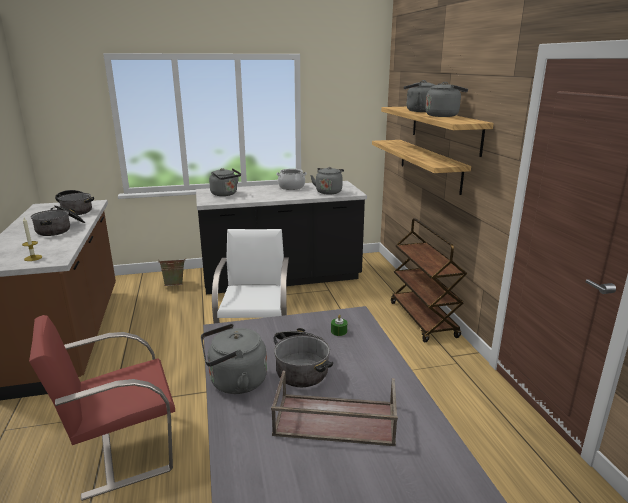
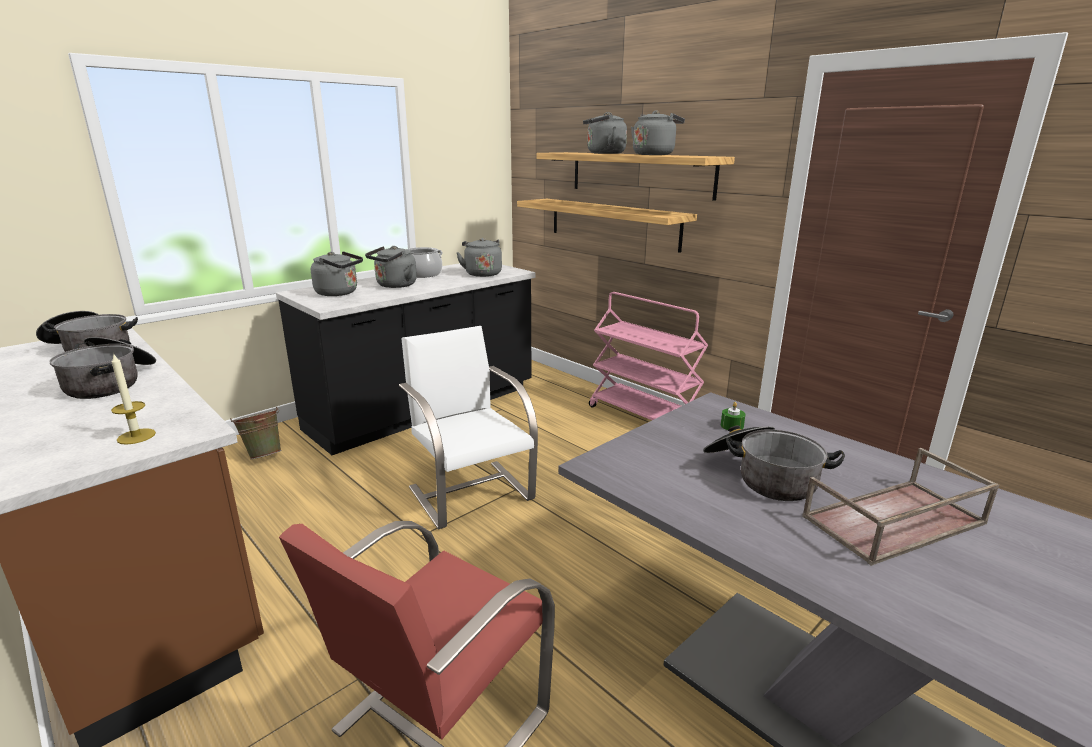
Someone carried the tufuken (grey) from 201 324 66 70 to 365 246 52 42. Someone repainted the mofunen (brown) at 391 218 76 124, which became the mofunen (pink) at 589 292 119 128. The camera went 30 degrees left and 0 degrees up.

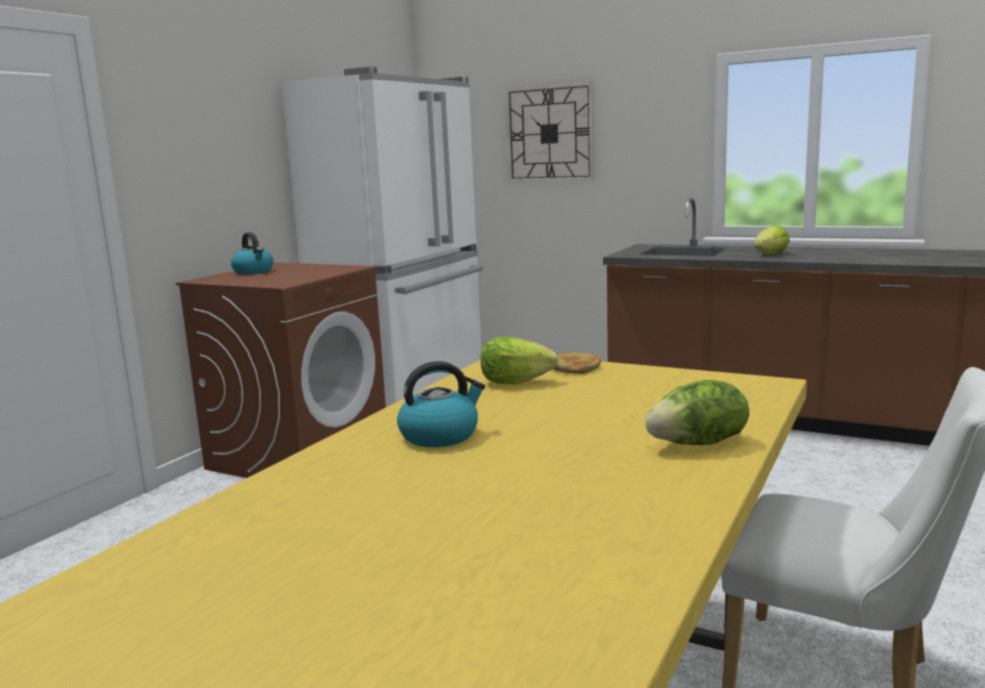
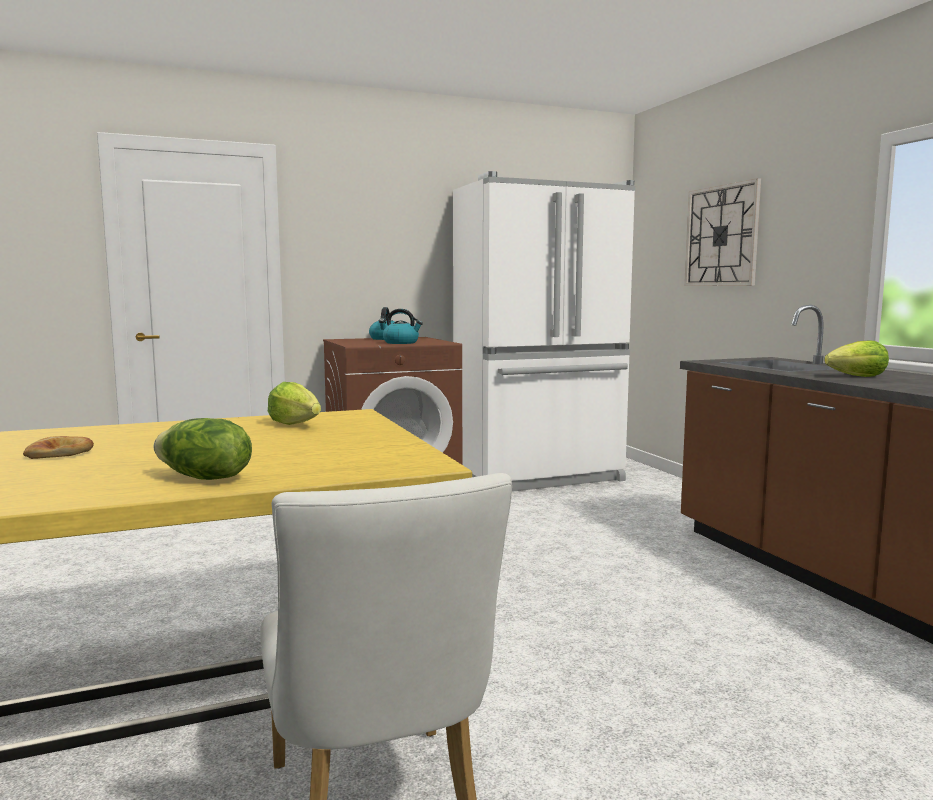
Someone carried the tufuken from 397 361 88 86 to 383 309 40 35. Someone carried the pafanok from 553 352 48 22 to 23 436 71 23. The camera went 40 degrees right and 5 degrees down.

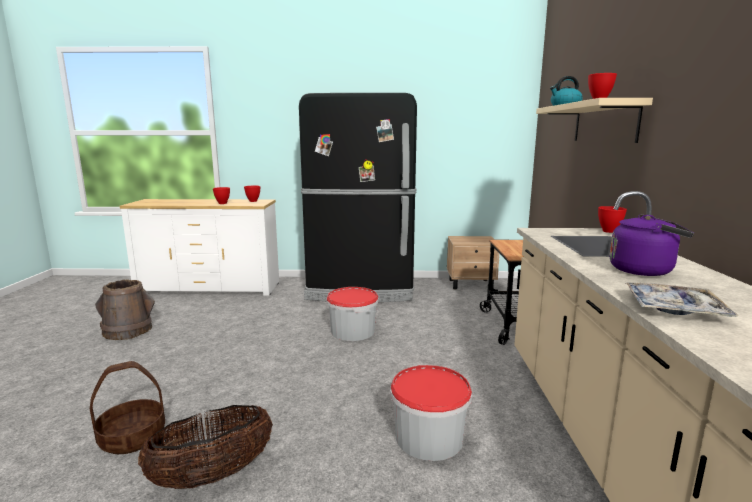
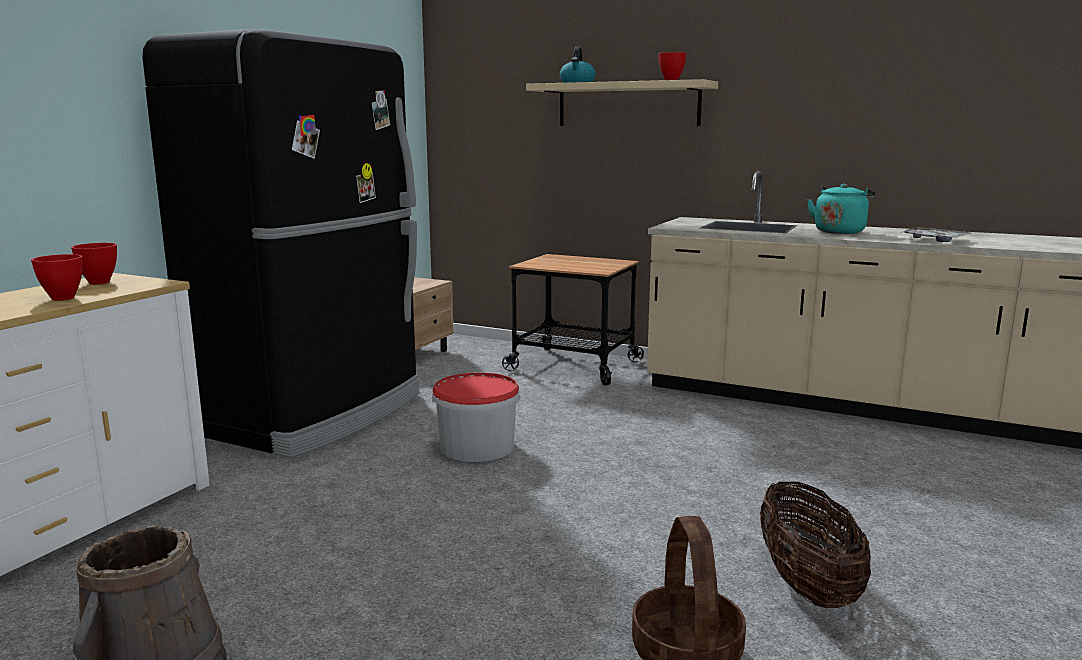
Someone took away the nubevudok at 390 365 82 96. Someone took away the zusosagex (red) at 598 206 29 27. Someone repainted the tufuken (purple) at 610 214 84 62, which became the tufuken (turquoise) at 807 184 68 50. The camera went 65 degrees left and 0 degrees up.

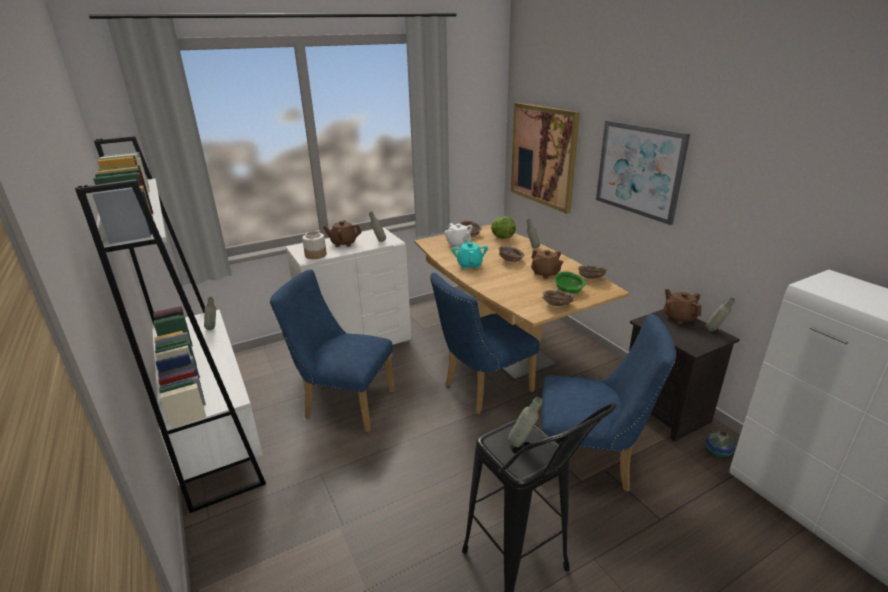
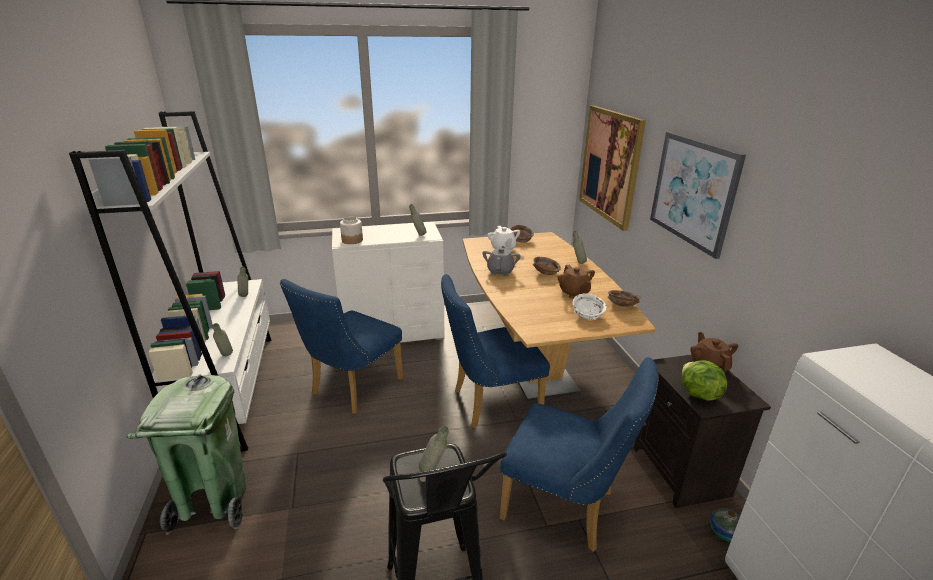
Someone took away the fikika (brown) at 323 220 38 27. Someone took away the zusosagex (brown) at 542 290 33 16. Someone put down the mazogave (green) at 127 374 120 161. Someone carried the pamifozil from 491 216 25 23 to 682 360 45 41. Someone carried the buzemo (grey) from 706 297 29 35 to 213 323 20 33. Someone repainted the fikika (turquoise) at 452 241 36 28, which became the fikika (grey) at 482 246 39 30. Someone repainted the zusosagex (green) at 555 271 30 23, which became the zusosagex (white) at 573 293 34 27. Someone rotated the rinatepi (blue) at 270 269 125 163 by 90 degrees counterclockwise. The camera went 15 degrees right and 0 degrees up.

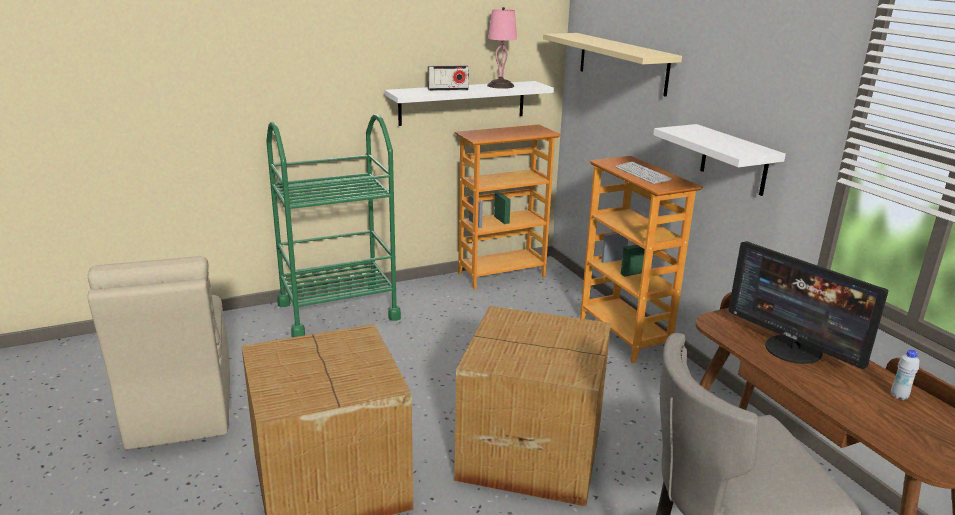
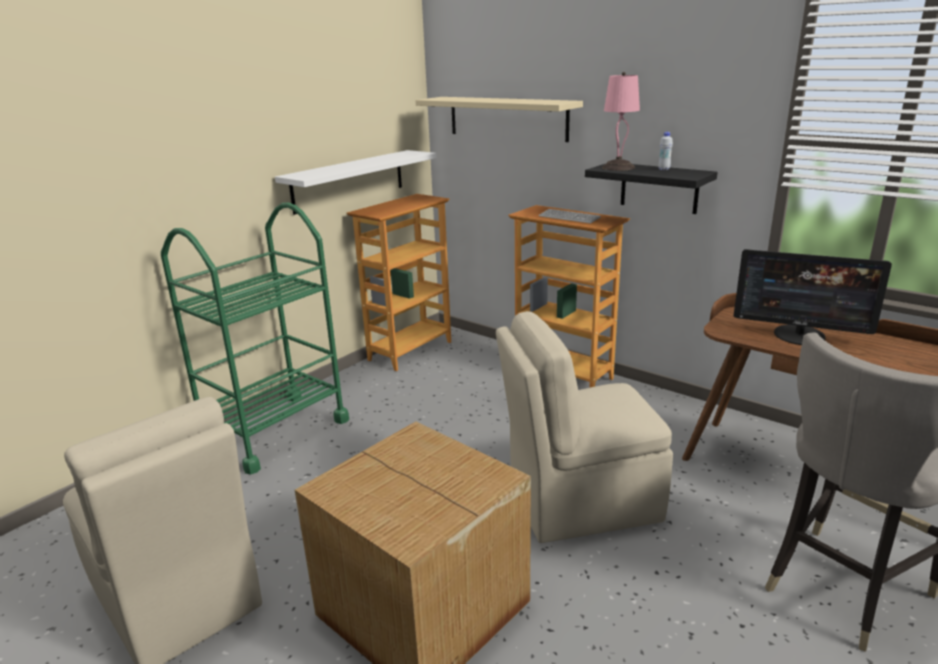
Someone took away the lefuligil at 428 66 41 25. Someone carried the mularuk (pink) from 487 7 30 82 to 602 72 38 99. Someone carried the buzemo (white) from 891 350 29 50 to 658 132 15 38. Someone swapped the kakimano at 455 306 156 201 for the rinatepi (beige) at 496 311 177 232. Someone repainted the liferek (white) at 653 124 133 72, which became the liferek (black) at 585 164 133 50. The camera went 25 degrees left and 0 degrees up.

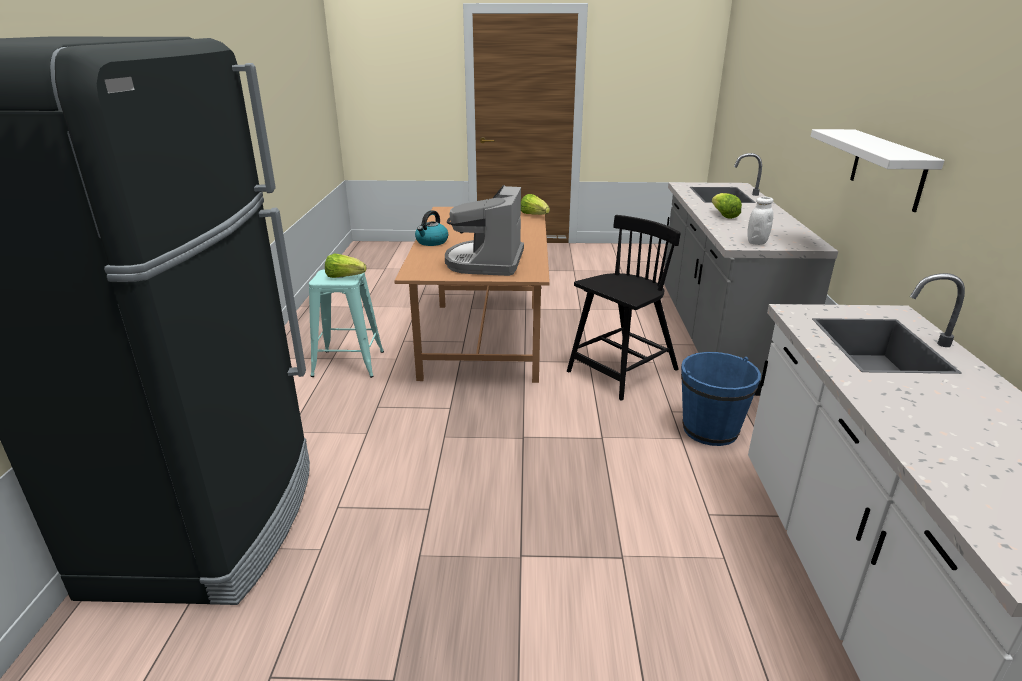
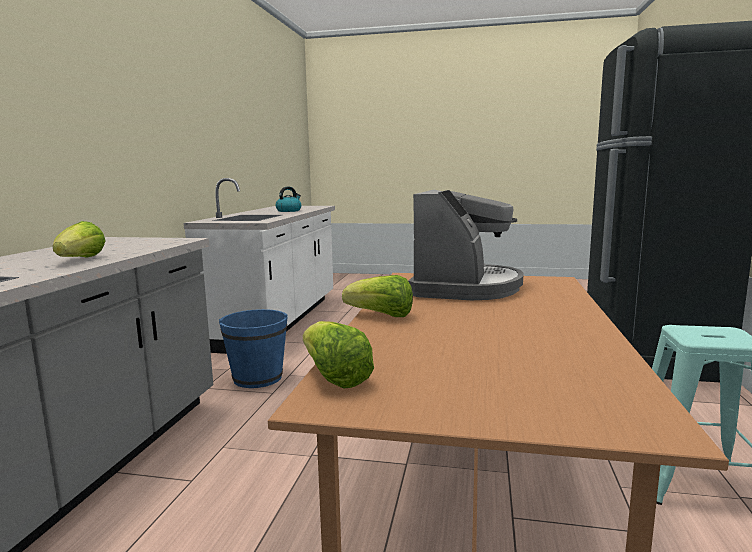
Someone took away the rinatepi (black) at 567 215 114 185. Someone took away the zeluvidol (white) at 748 197 26 48. Someone took away the liferek (white) at 811 129 134 83. Someone carried the pamifozil from 325 253 41 25 to 342 275 71 42. Someone carried the tufuken from 415 210 33 36 to 276 187 25 25. The camera went 170 degrees left and 15 degrees down.

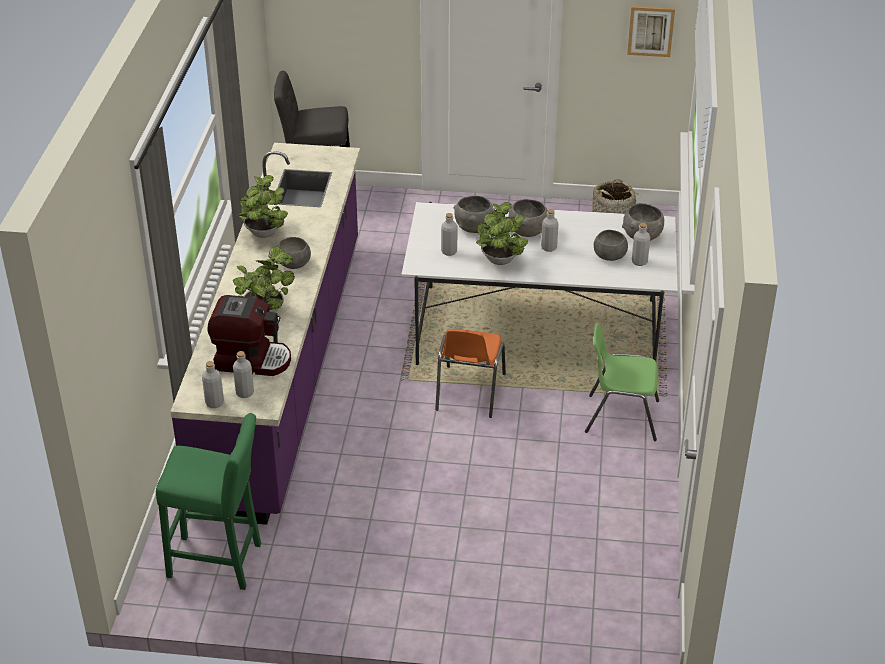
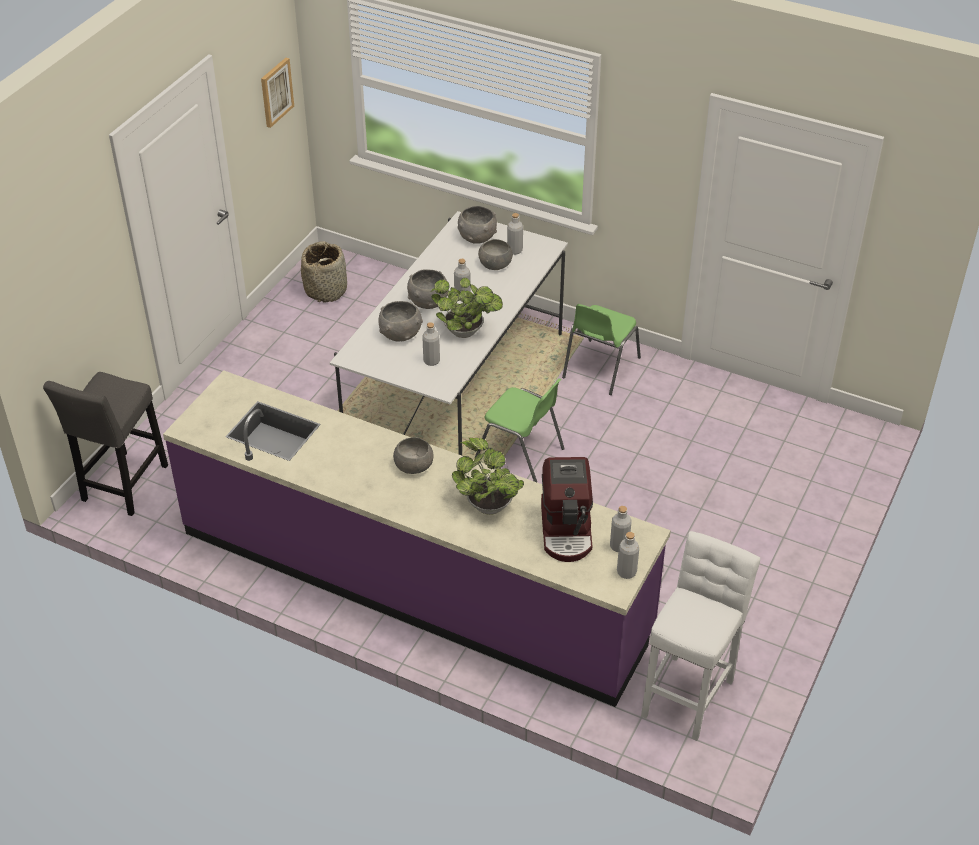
Someone took away the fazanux at 238 175 50 63. Someone repainted the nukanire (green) at 156 413 105 177, which became the nukanire (white) at 641 531 119 210. Someone repainted the rinatepi (orange) at 435 329 71 89, which became the rinatepi (green) at 475 378 90 104. Someone rotated the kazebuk at 208 295 83 81 by 150 degrees clockwise. The camera went 70 degrees left and 5 degrees up.

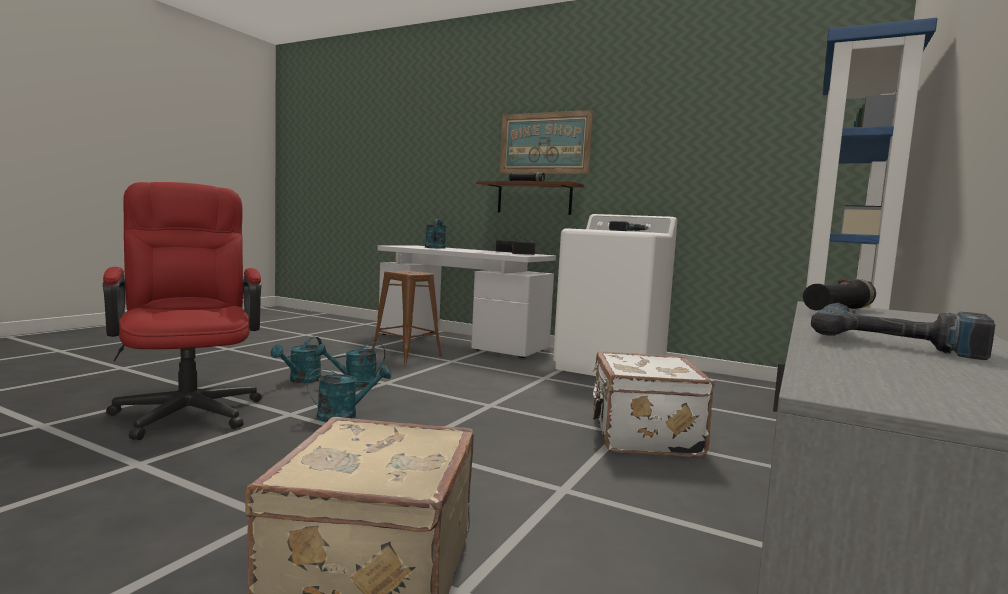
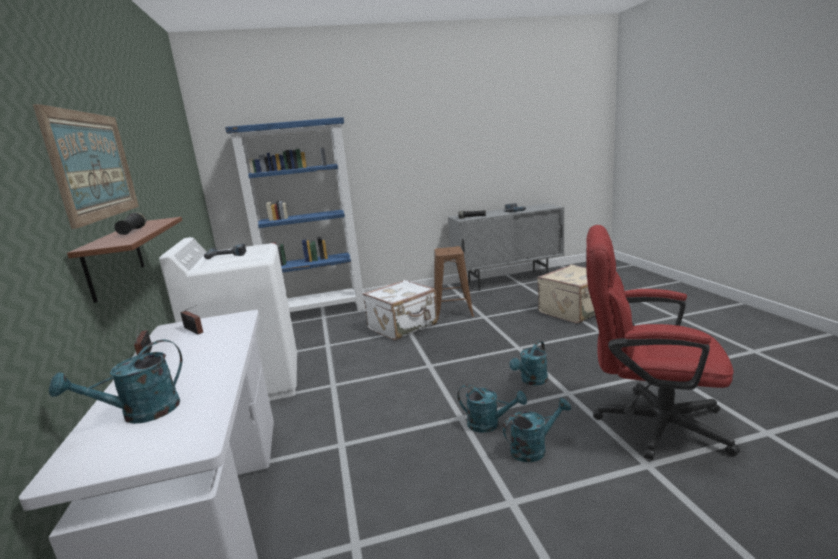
Someone carried the nukanire (brown) from 372 270 70 93 to 434 246 40 74. Someone rotated the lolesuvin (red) at 103 182 159 258 by 90 degrees clockwise. Someone rotated the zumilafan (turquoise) at 307 365 84 57 by 75 degrees counterclockwise. The camera went 130 degrees left and 10 degrees up.

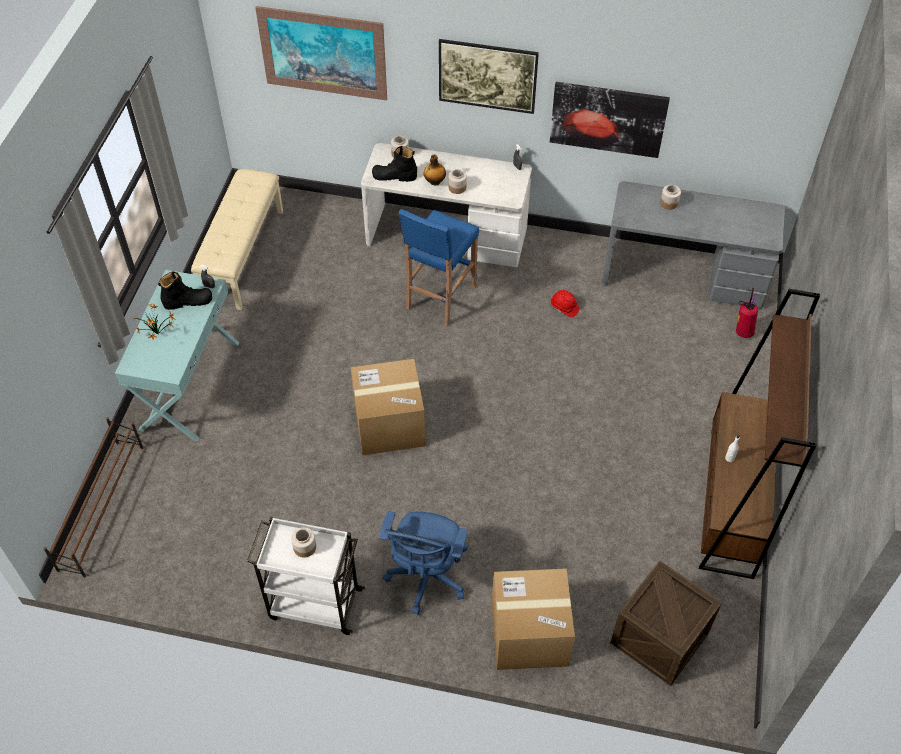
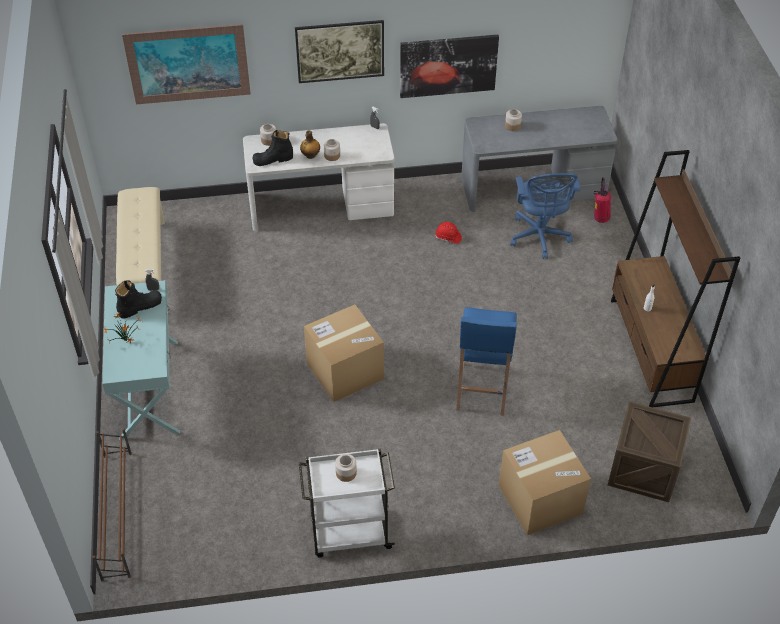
Someone carried the lolesuvin (blue) from 379 511 89 104 to 510 173 71 86. Someone carried the nukanire (blue) from 399 209 80 117 to 456 307 61 109. The camera went 20 degrees left and 5 degrees down.

